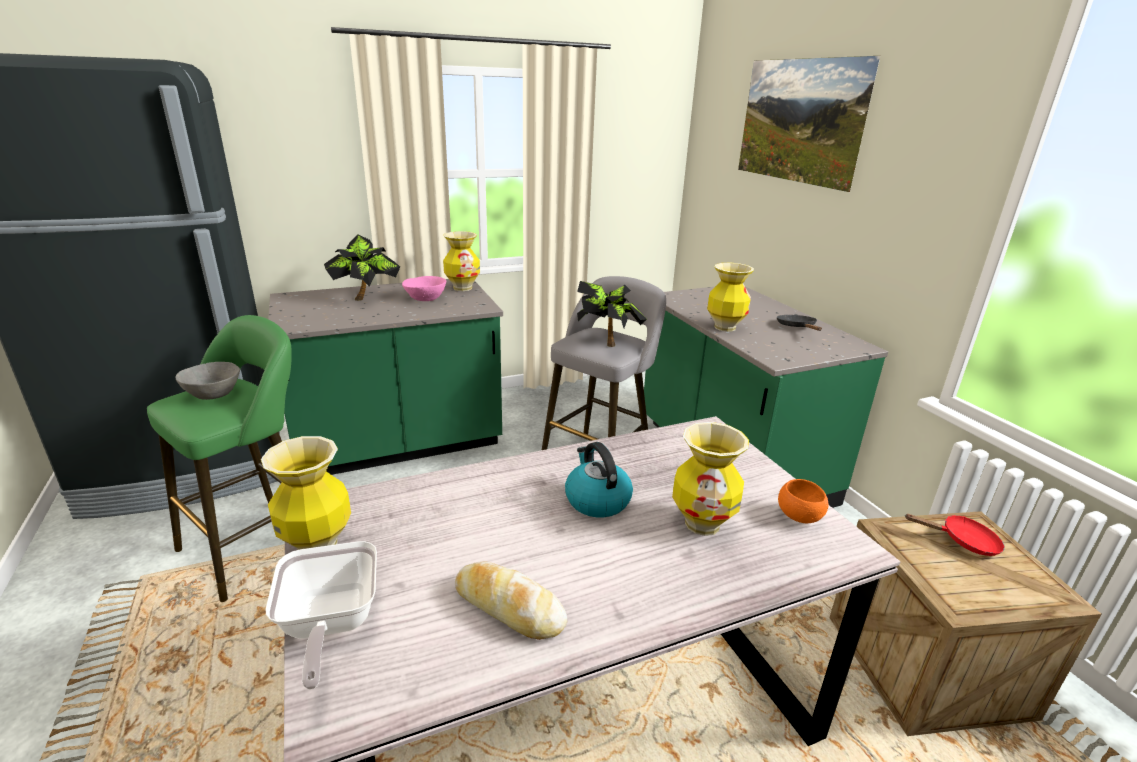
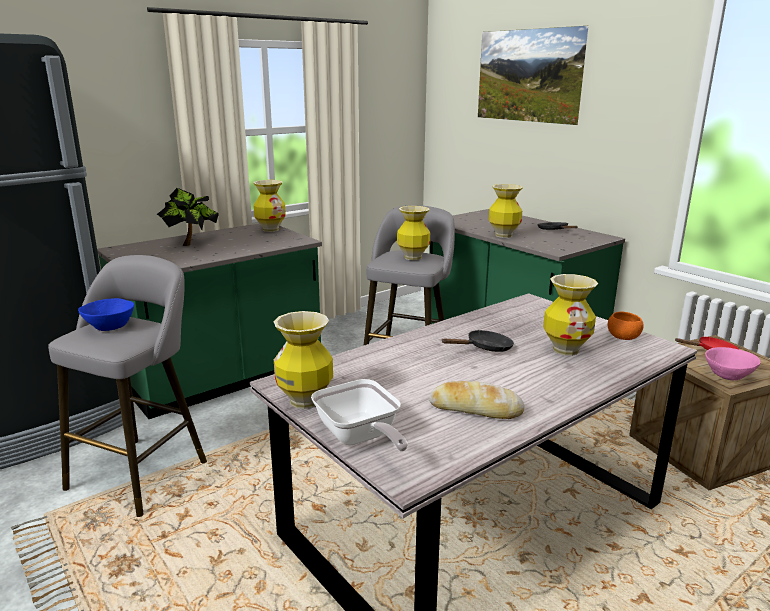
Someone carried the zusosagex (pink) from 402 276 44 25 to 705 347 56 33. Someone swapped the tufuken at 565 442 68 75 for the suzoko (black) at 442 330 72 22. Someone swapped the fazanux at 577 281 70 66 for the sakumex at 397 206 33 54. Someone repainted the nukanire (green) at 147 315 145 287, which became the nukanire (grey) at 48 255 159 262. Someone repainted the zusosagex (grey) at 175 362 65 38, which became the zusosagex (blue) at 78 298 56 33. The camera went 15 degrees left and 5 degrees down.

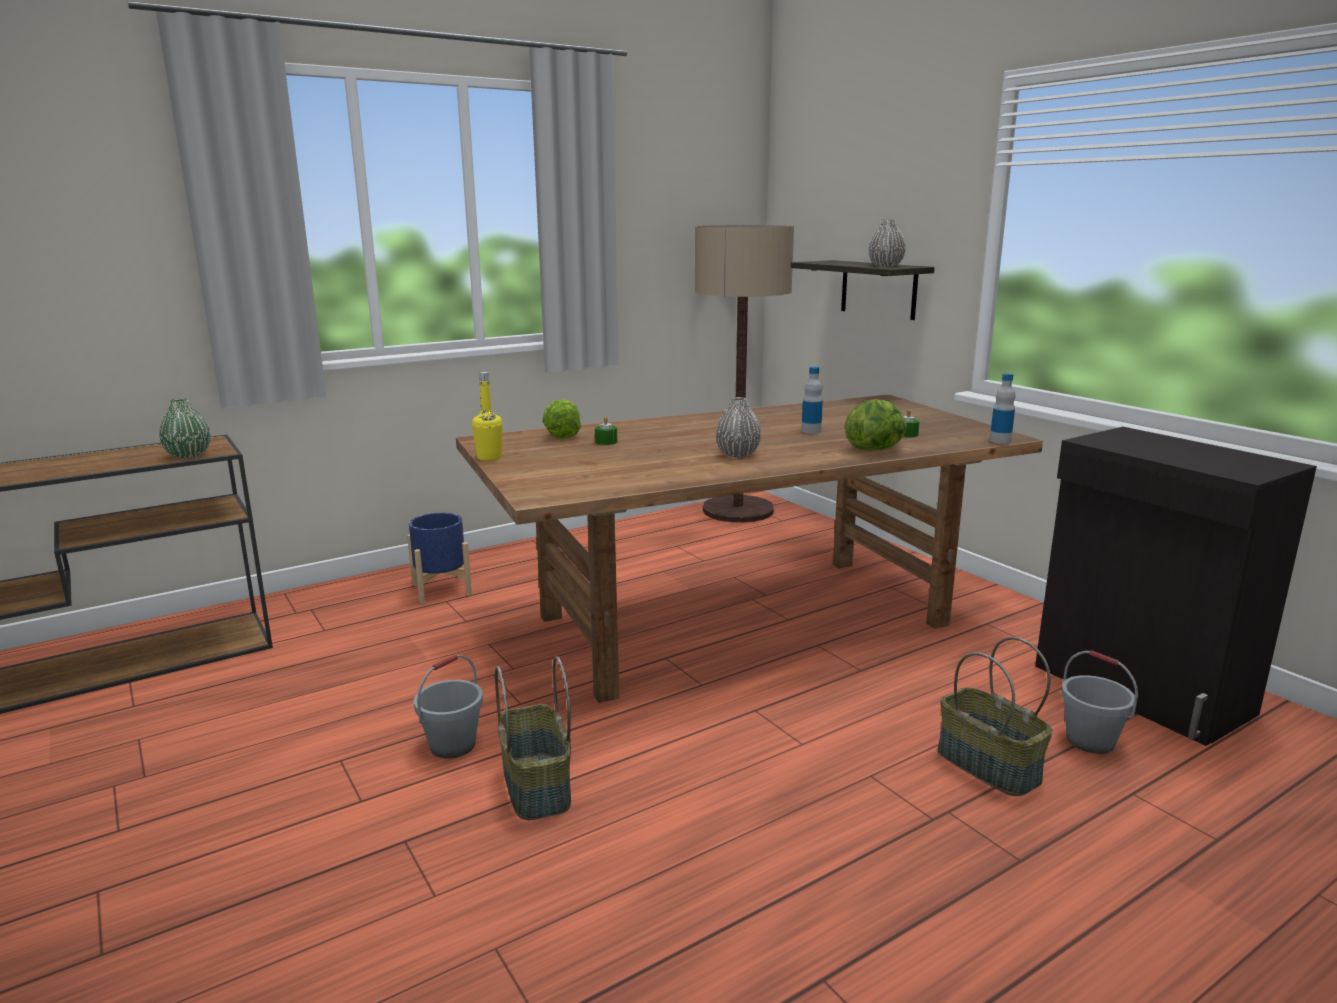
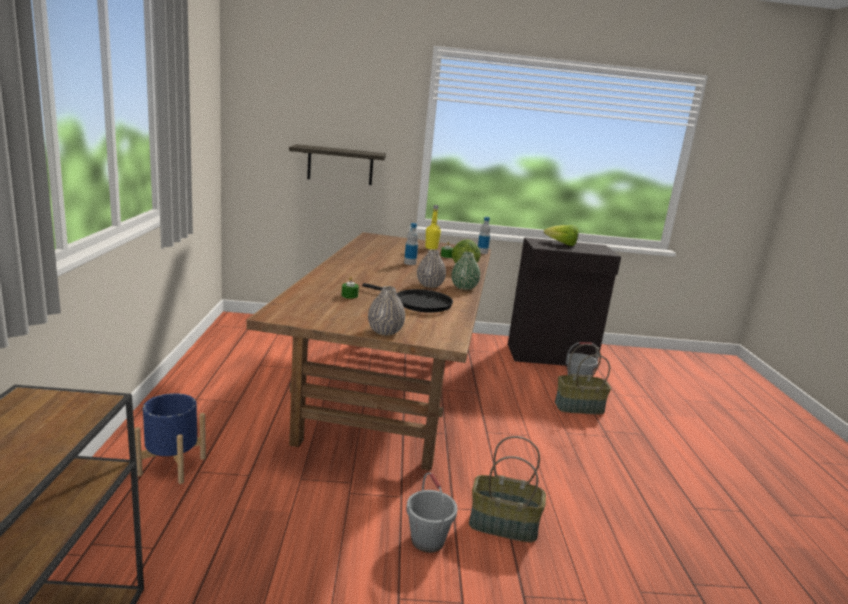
Someone took away the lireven at 695 225 99 298. Someone put down the suzoko (black) at 362 283 91 30. Someone carried the sakumex (green) from 159 398 52 60 to 451 252 29 38. Someone carried the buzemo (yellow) from 472 372 31 89 to 425 205 16 45. Someone carried the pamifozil from 542 399 39 40 to 544 225 35 21. Someone carried the sakumex (grey) from 868 219 38 48 to 368 286 37 50. The camera went 60 degrees left and 0 degrees up.

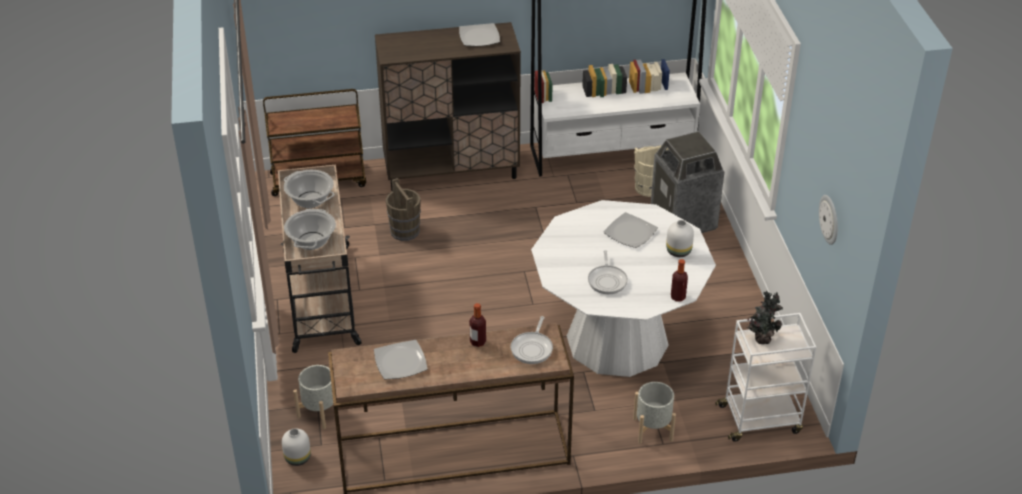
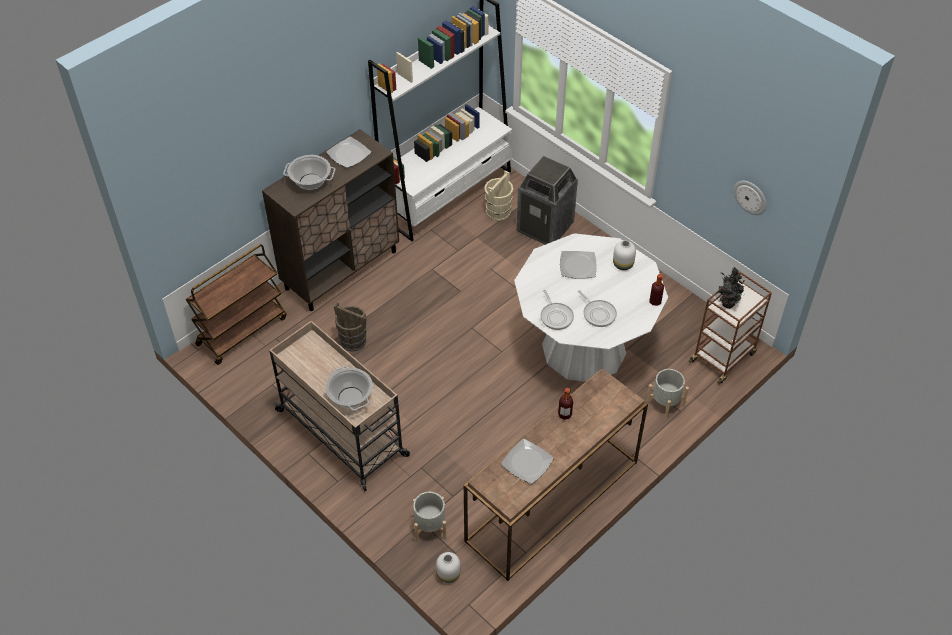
Someone carried the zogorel from 284 170 51 38 to 283 155 52 35. Someone carried the suzoko from 511 316 42 48 to 541 290 33 40. Someone repainted the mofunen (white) at 715 313 101 129, which became the mofunen (brown) at 688 272 84 112. The camera went 35 degrees left and 10 degrees up.

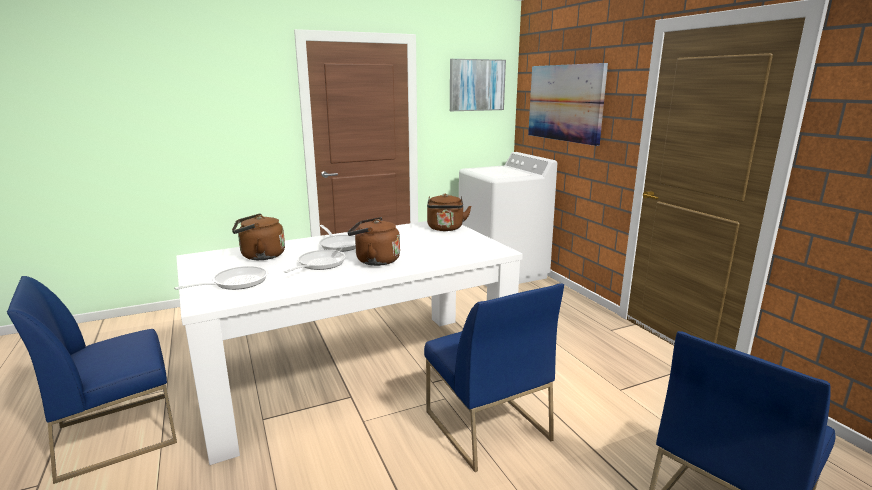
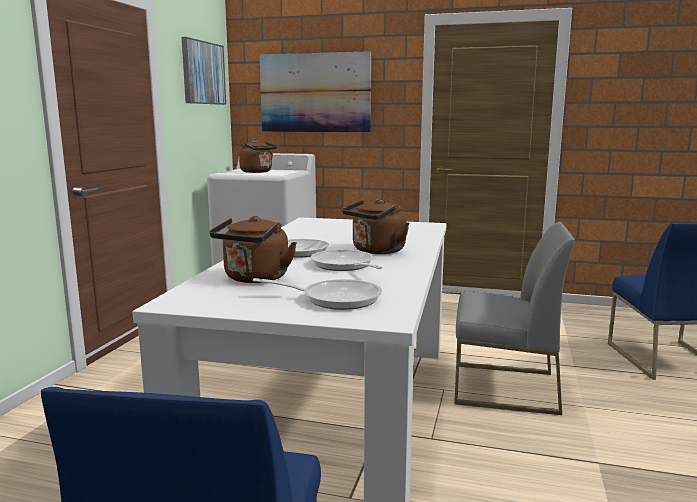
Someone carried the tufuken (brown) from 427 193 45 38 to 239 140 39 33. Someone repainted the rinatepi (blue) at 424 283 140 189, which became the rinatepi (grey) at 454 222 121 193. Someone rotated the suzoko at 174 266 94 24 by 105 degrees clockwise. The camera went 50 degrees left and 5 degrees down.

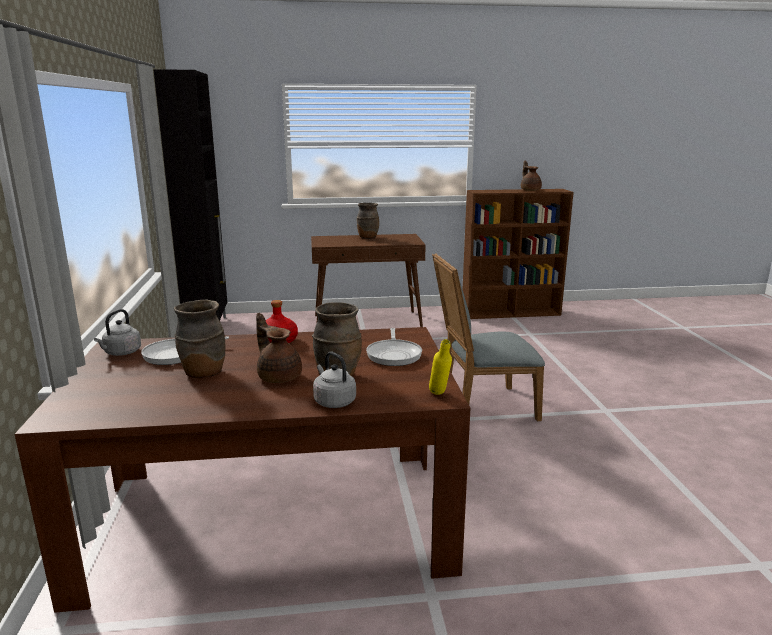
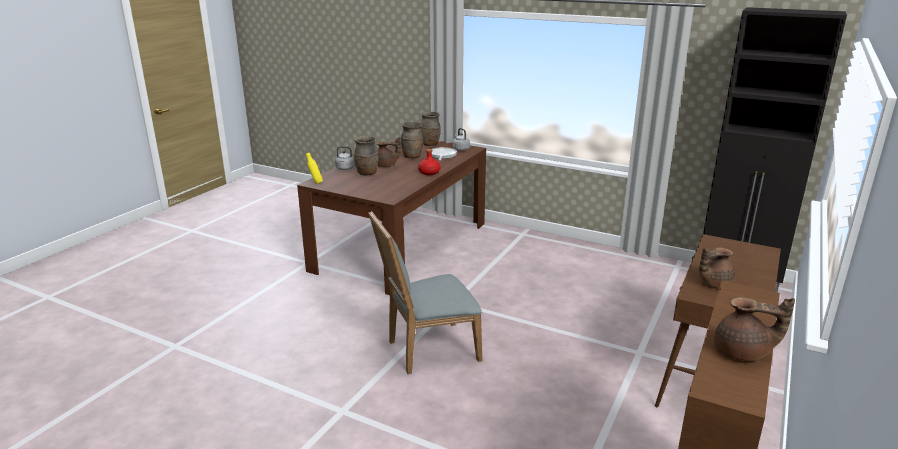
Someone took away the suzoko at 366 328 56 38. Someone put down the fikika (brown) at 699 247 36 41. Someone carried the sakumex (brown) from 356 203 23 36 to 421 112 20 34. Someone rotated the rinatepi (grey) at 432 253 113 168 by 135 degrees counterclockwise. The camera went 125 degrees right and 5 degrees up.

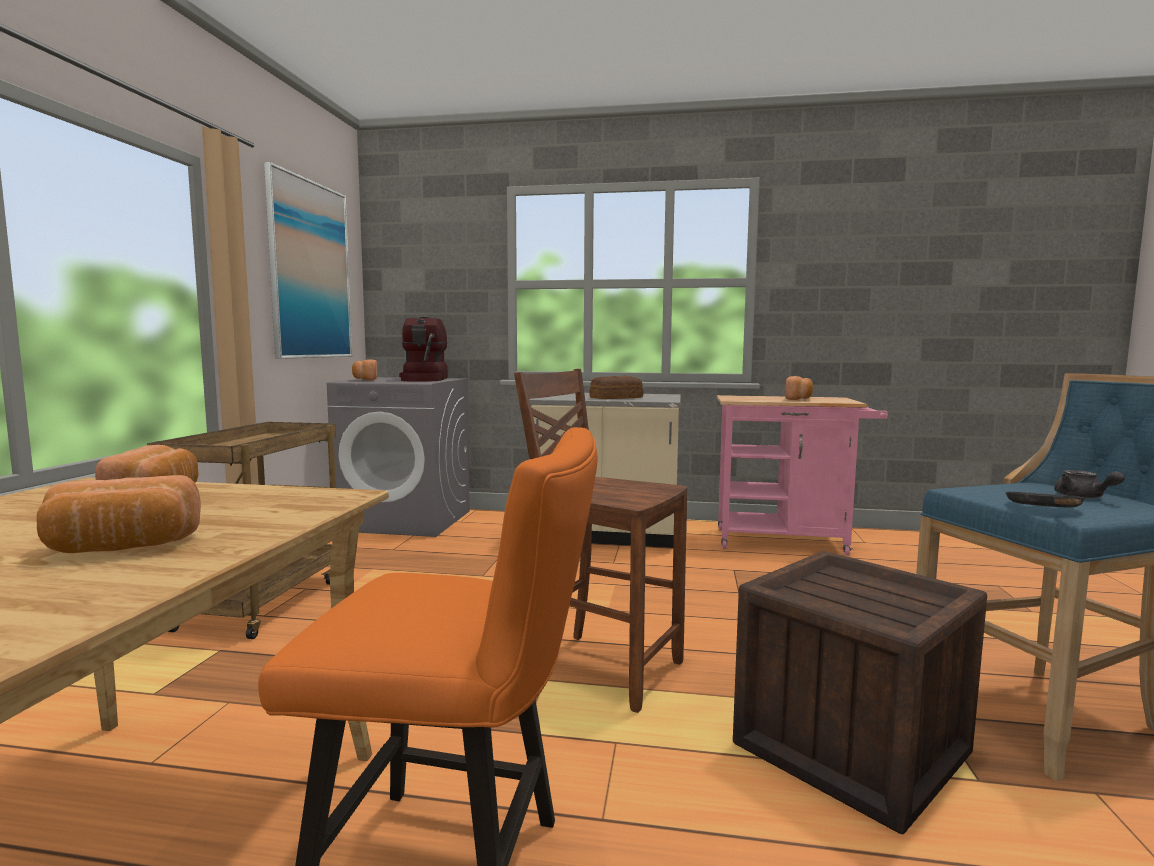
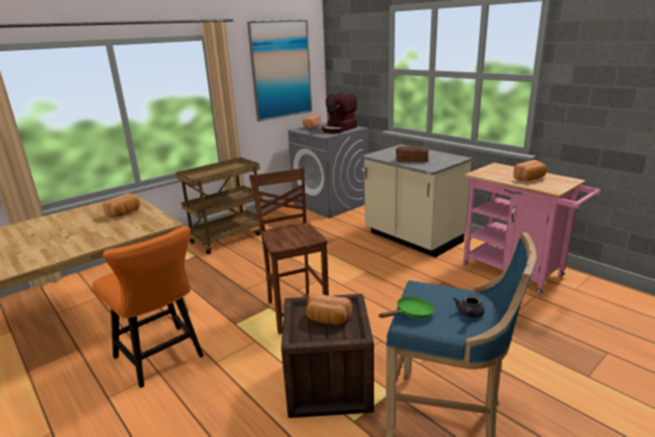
Someone carried the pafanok from 36 475 165 78 to 306 293 46 32. Someone repainted the suzoko (black) at 1006 492 79 16, which became the suzoko (green) at 378 297 57 22. The camera went 40 degrees right and 15 degrees up.

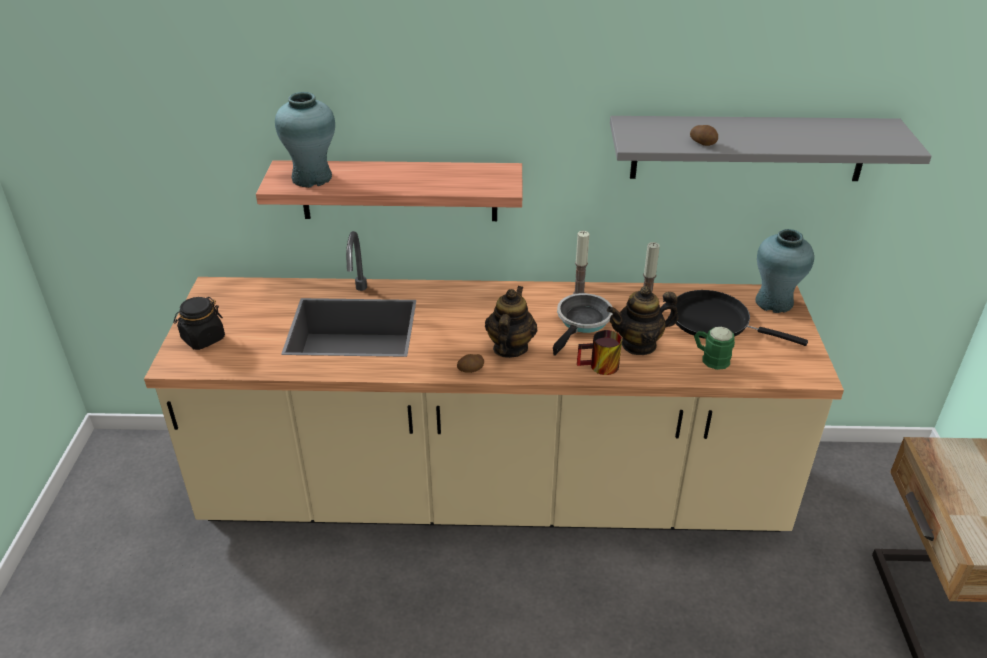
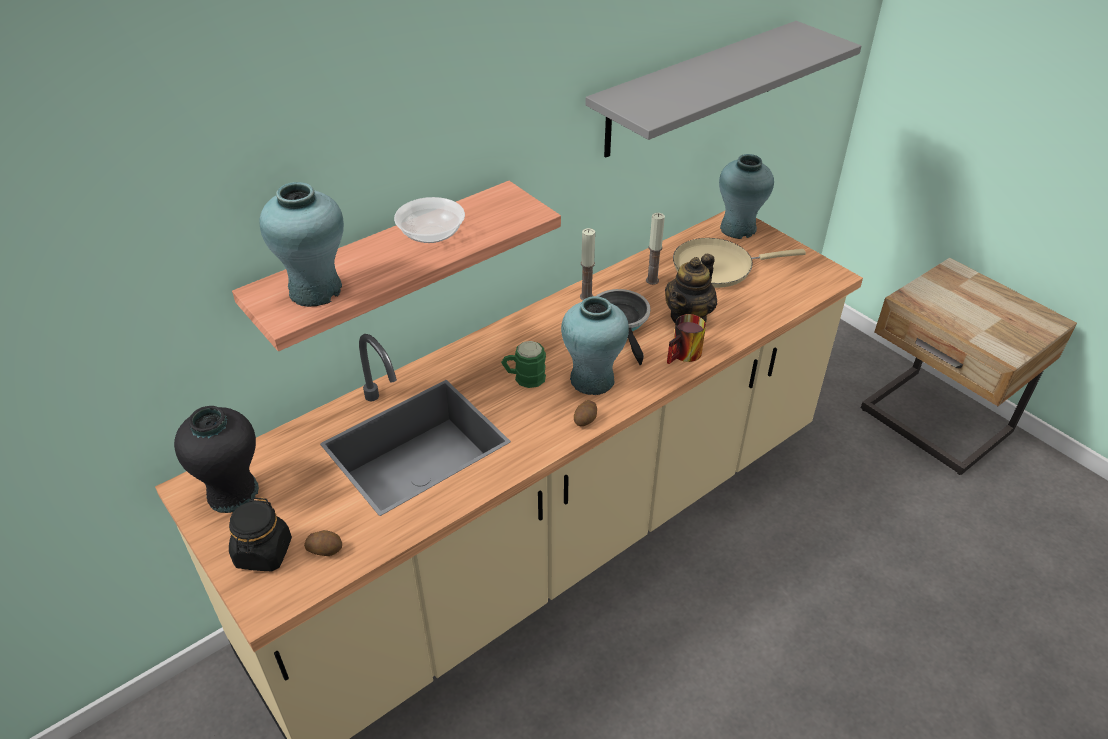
Someone put down the sakumex (black) at 174 406 85 107. Someone put down the zusosagex at 394 197 71 46. Someone carried the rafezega from 690 125 28 21 to 304 530 38 26. Someone carried the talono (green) from 694 327 41 43 to 501 341 45 47. Someone swapped the fikika at 485 286 53 72 for the sakumex (turquoise) at 561 296 68 99. Someone repainted the suzoko (black) at 670 290 138 56, which became the suzoko (beige) at 673 238 133 50. The camera went 40 degrees left and 5 degrees up.

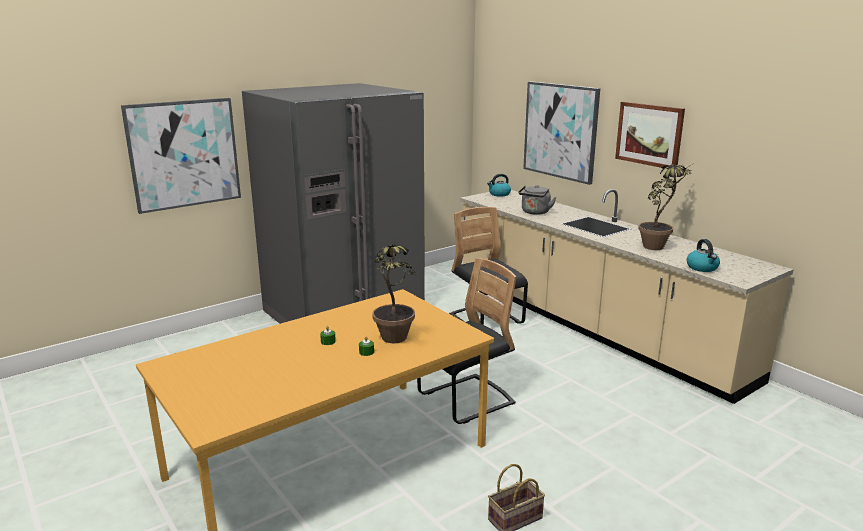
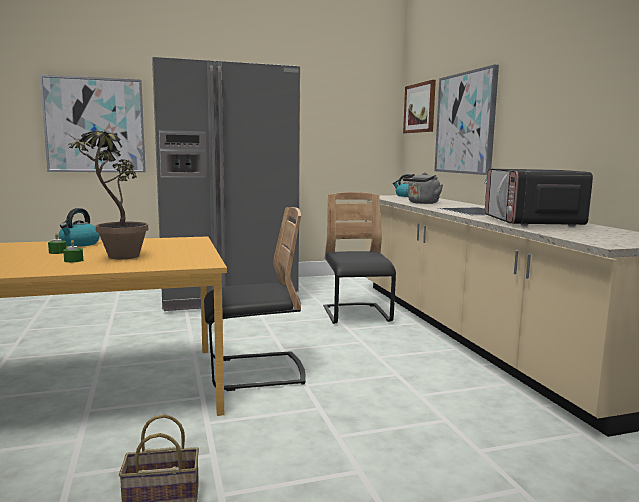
Someone carried the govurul from 615 102 70 67 to 403 80 33 53. Someone carried the tufuken from 687 239 33 33 to 59 208 41 39. Someone swapped the fazanux at 638 164 54 86 for the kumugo at 485 169 108 58. The camera went 20 degrees right and 10 degrees down.

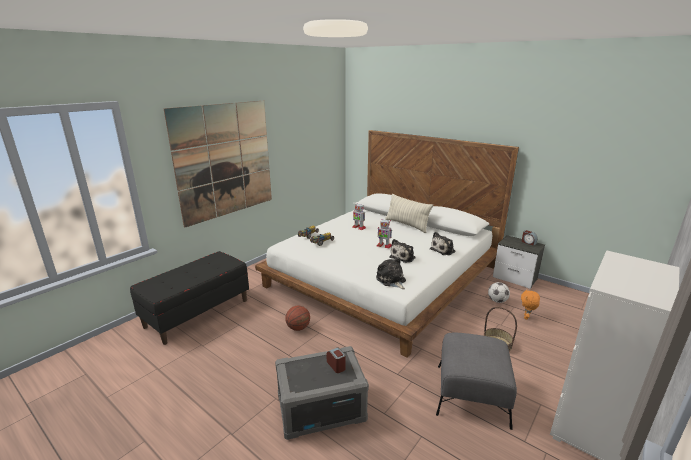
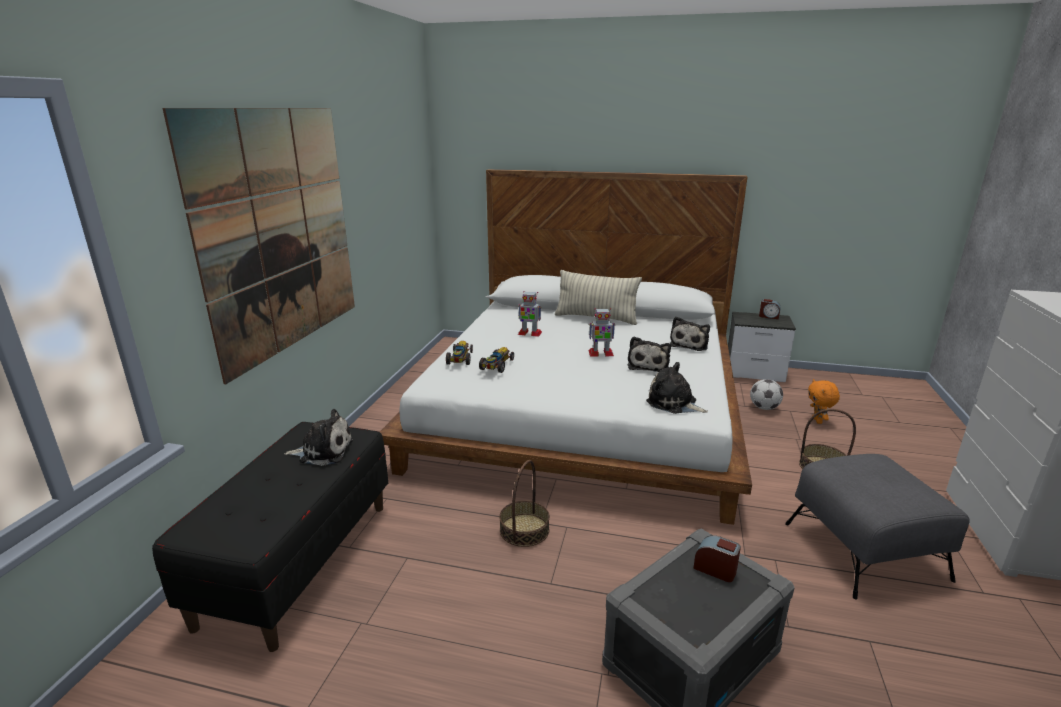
Someone put down the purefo at 284 409 69 57. Someone swapped the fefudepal at 285 306 25 25 for the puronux at 499 460 51 87. The camera went 25 degrees left and 0 degrees up.

